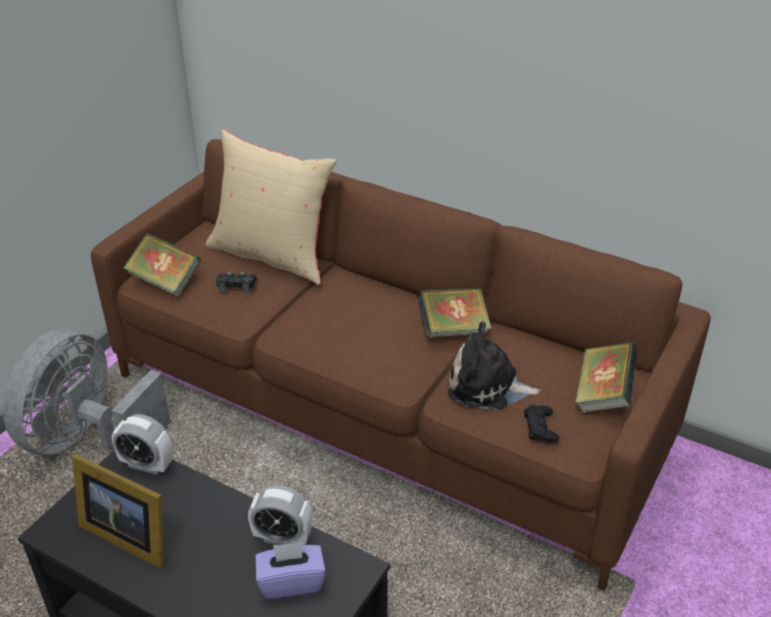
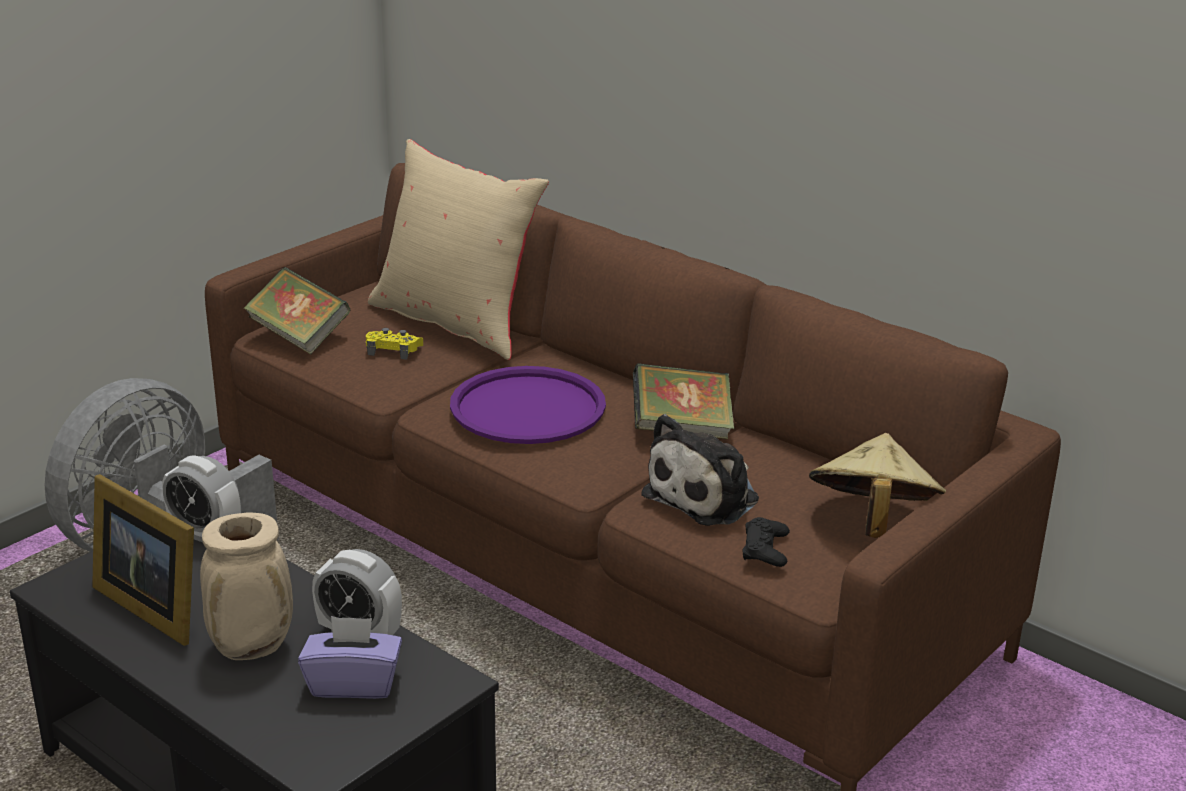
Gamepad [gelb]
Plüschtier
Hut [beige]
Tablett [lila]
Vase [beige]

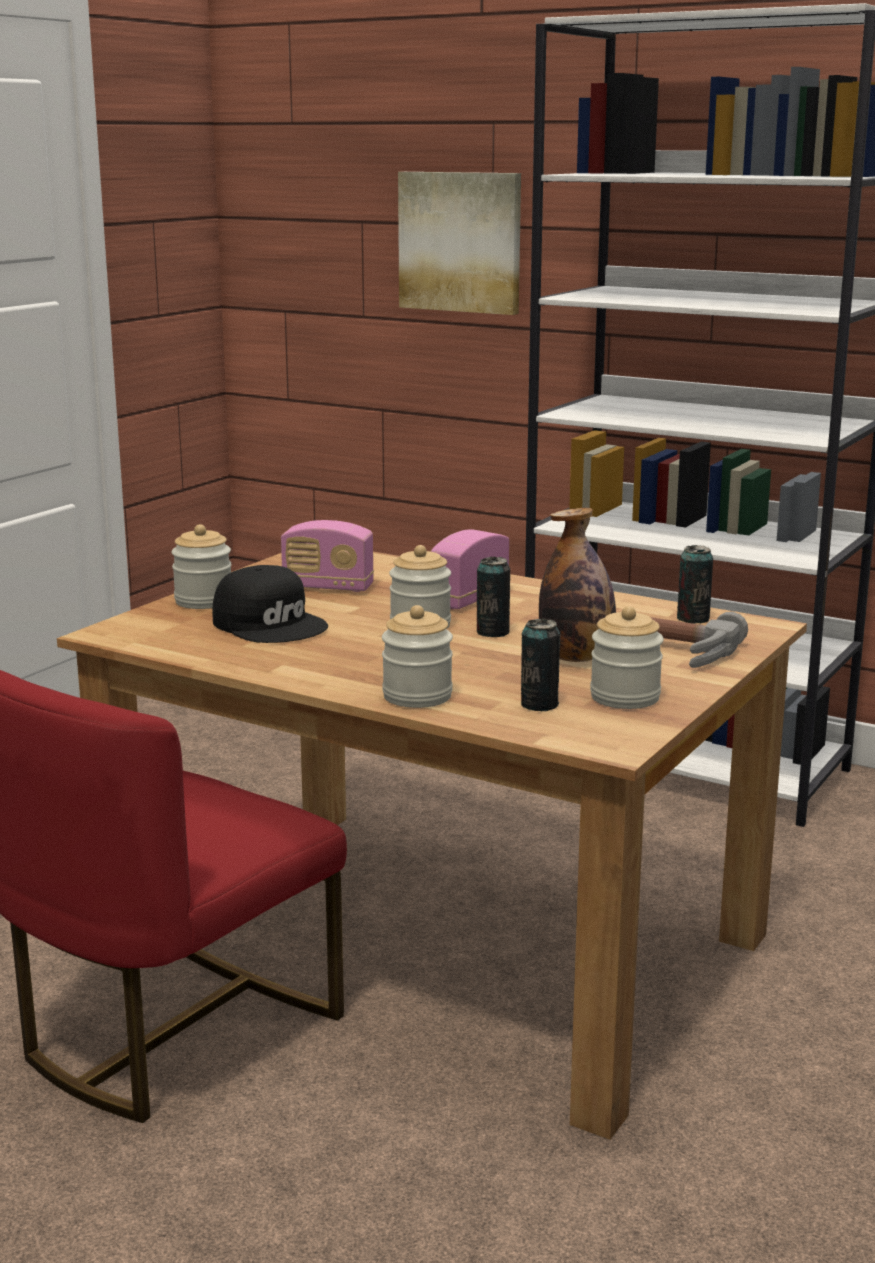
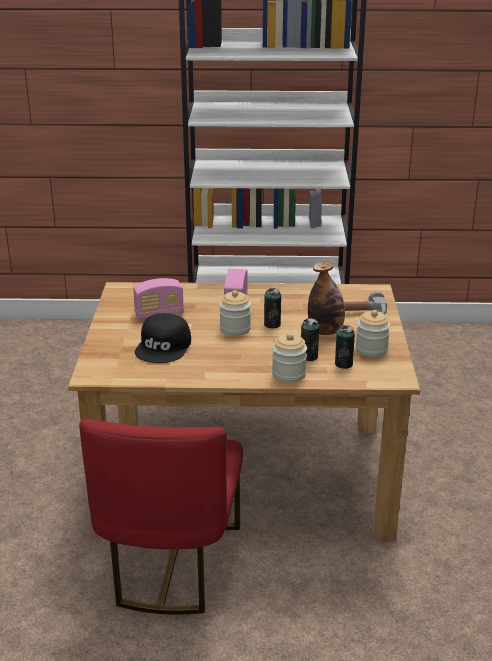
Bild
Vorratsglas (no. 1 from left in the first image)
Dose (no. 2 from left)
Kappe [schwarz]

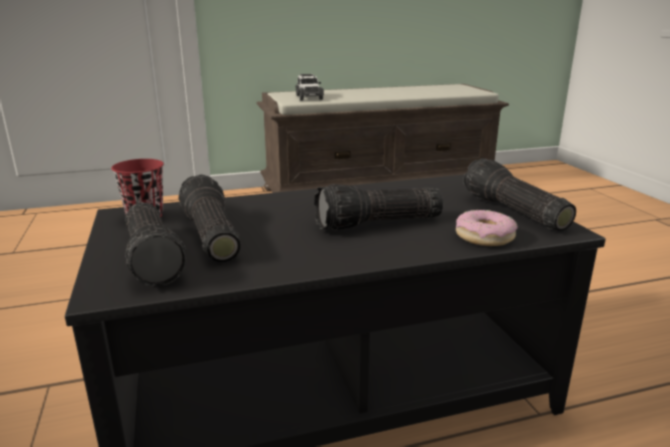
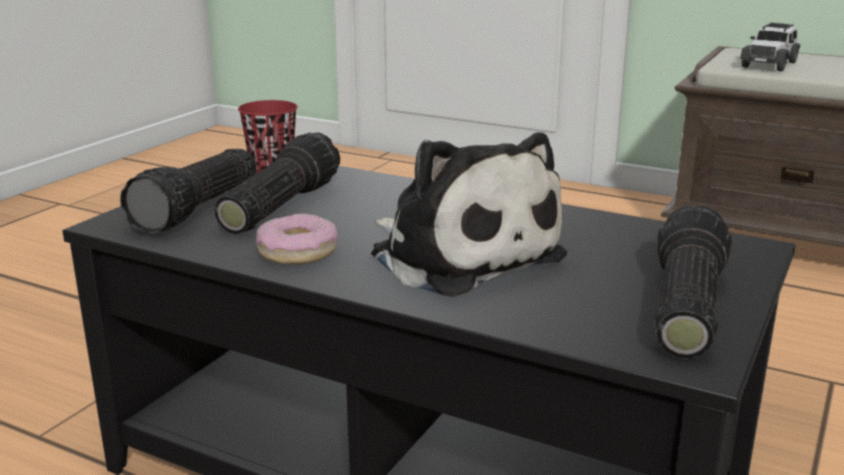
Plüschtier
Donut

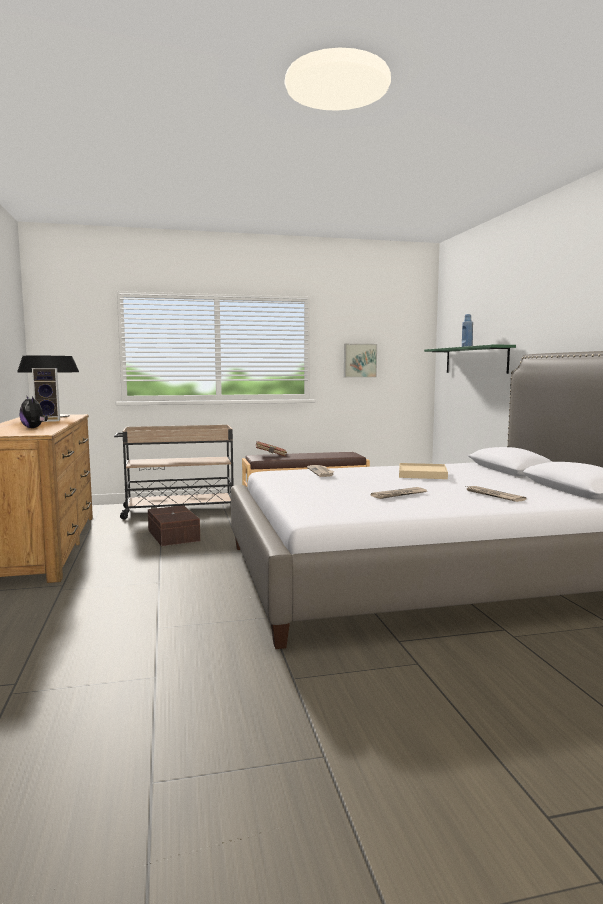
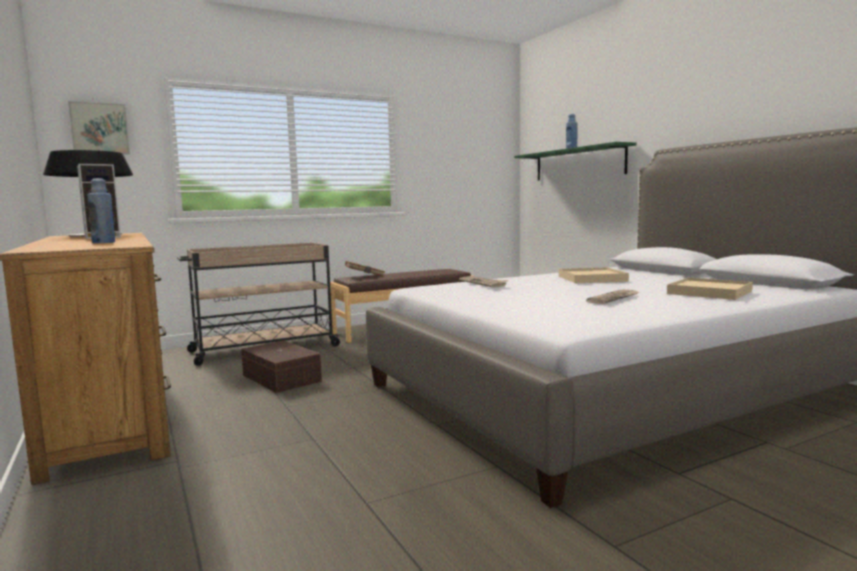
Bild
Flasche [blau] (no. 1 from left)
Tablett [beige] (no. 2 from left)

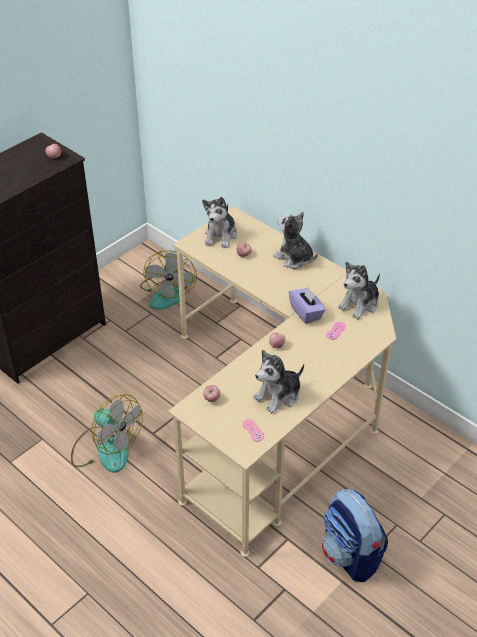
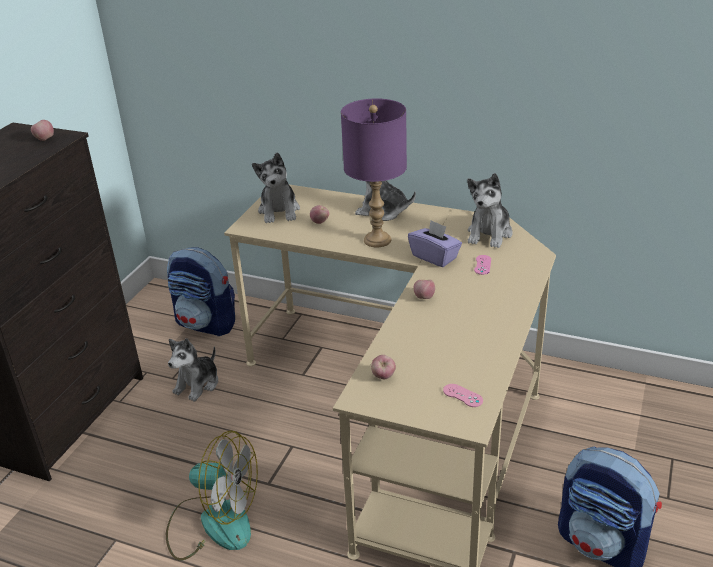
Rucksack (no. 1 from left)
Plüschtier (no. 1 from left)
Tischlampe [lila]

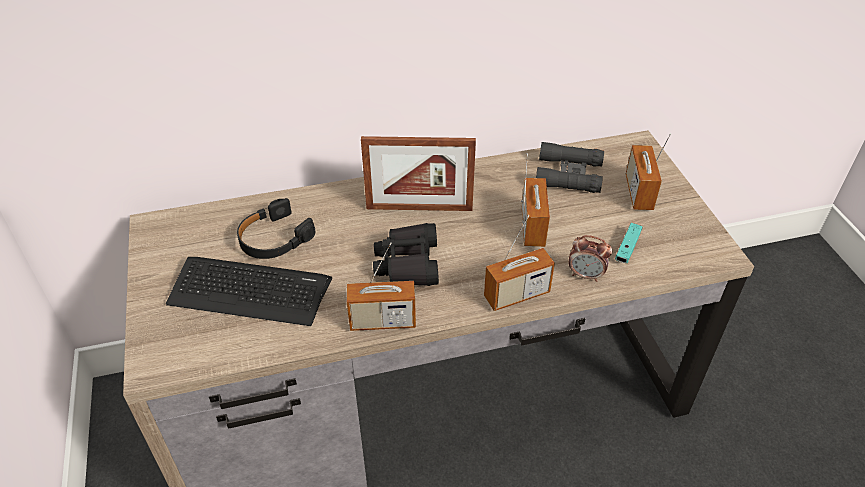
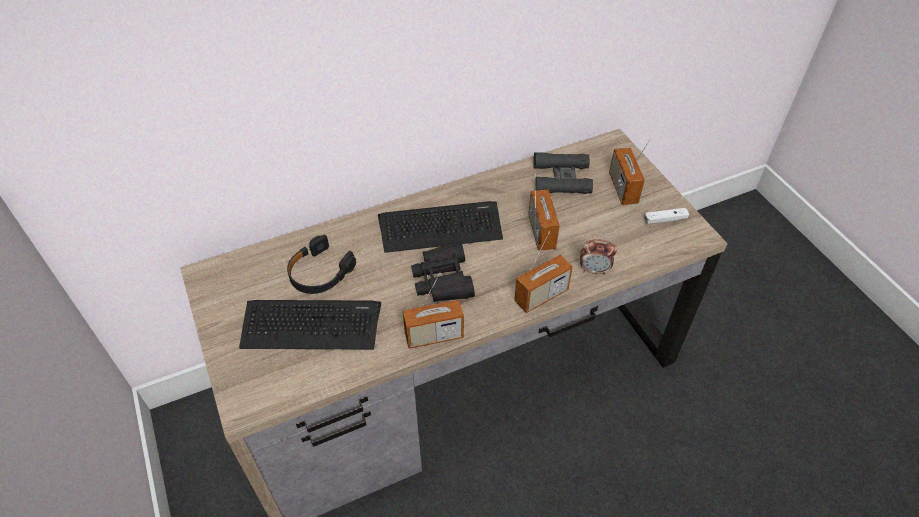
Tastatur (no. 2 from left)
Gamepad [türkis]
Gamepad [weiß]

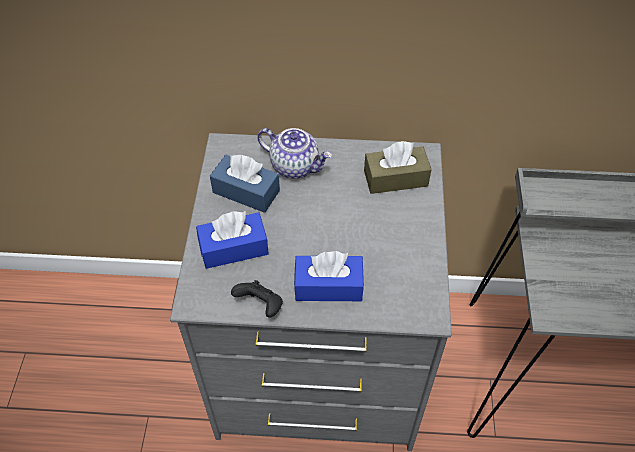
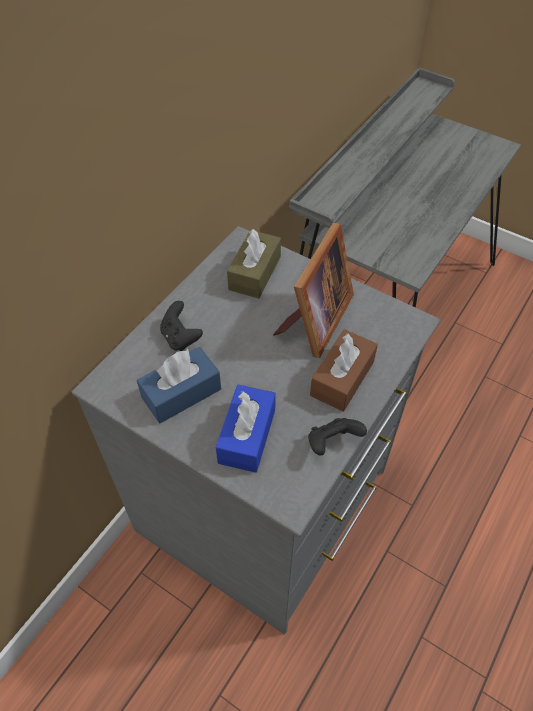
Gamepad [schwarz] (no. 1 from left)
Taschentuchbox [braun] (no. 2 from left)
Bilderrahmen

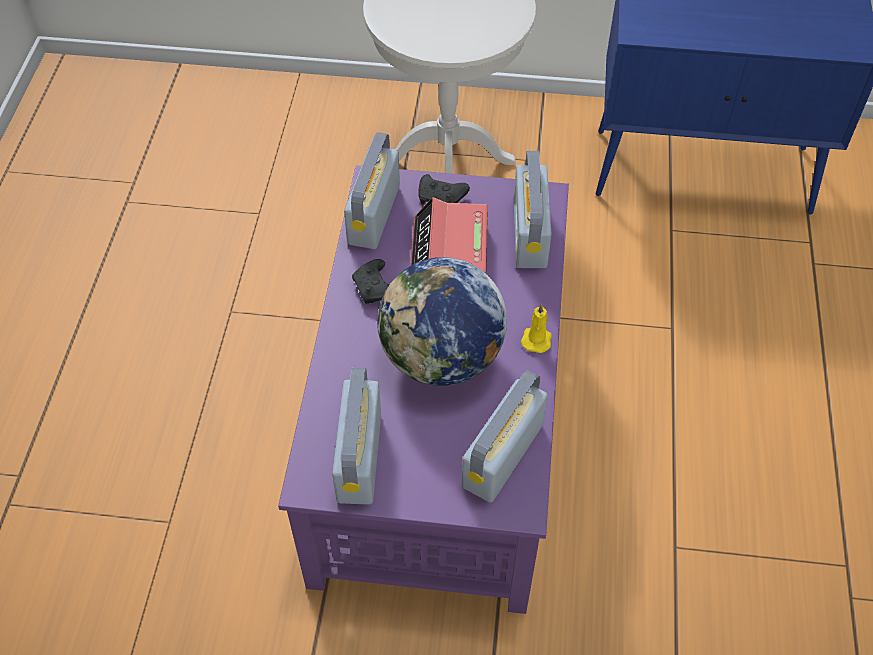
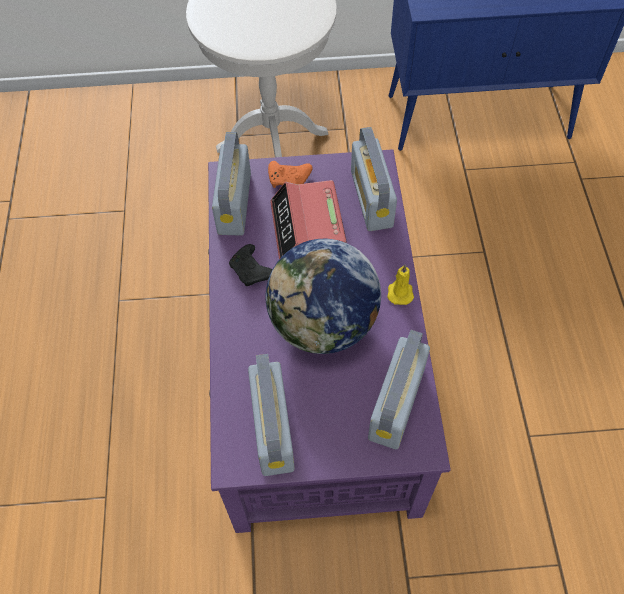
Gamepad [orange]

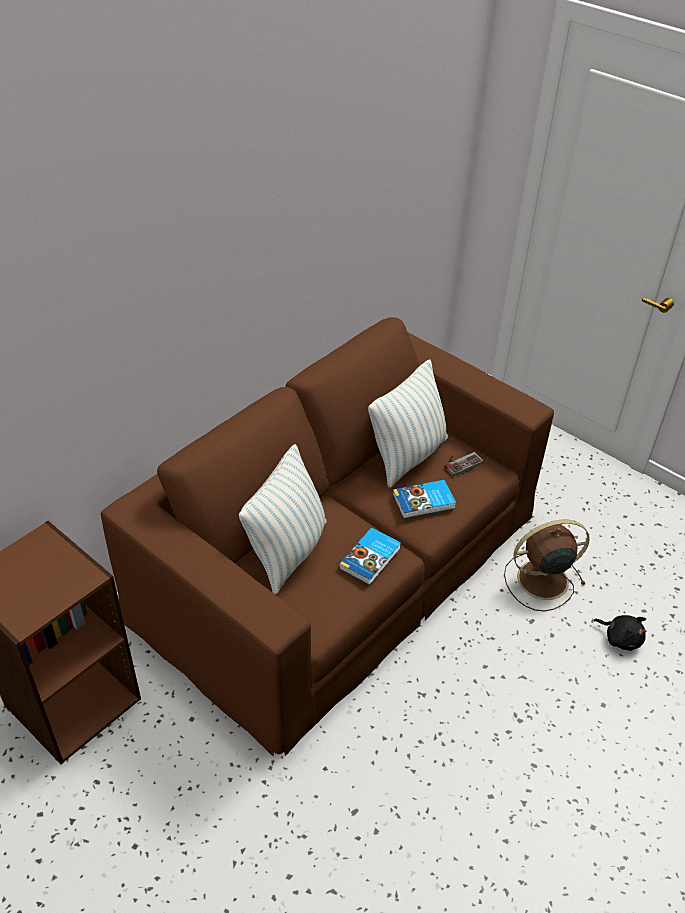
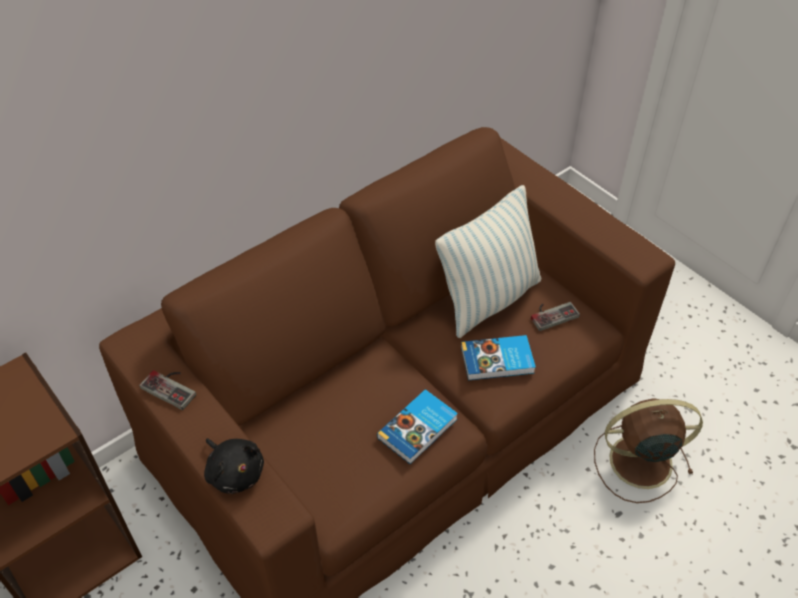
Kissen (no. 1 from left in the first image)
Plüschtier [schwarz]
Gamepad (no. 1 from left)

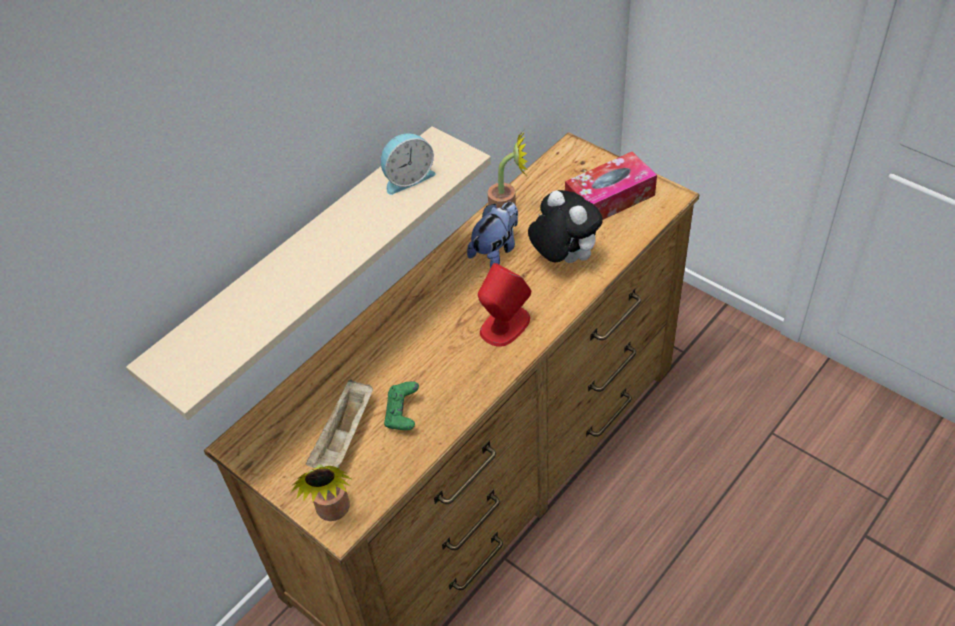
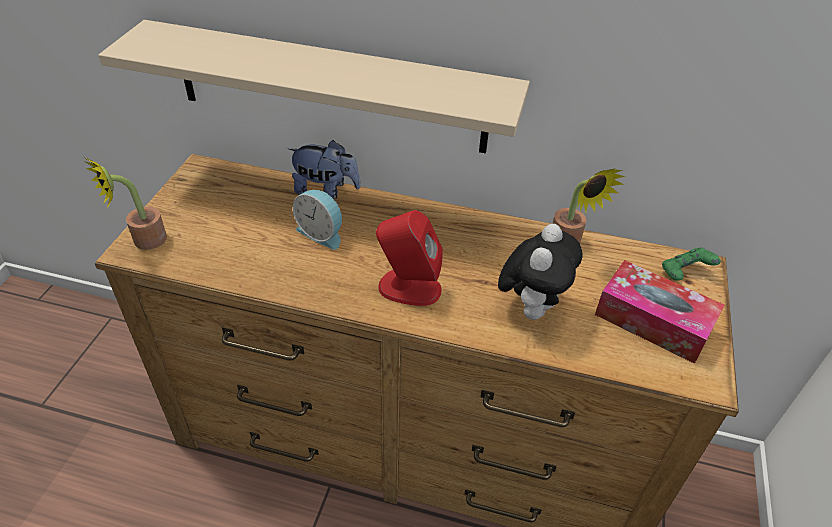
Wecker
Plüschtier (no. 1 from left)
Tablett [beige]
Gamepad [grün]

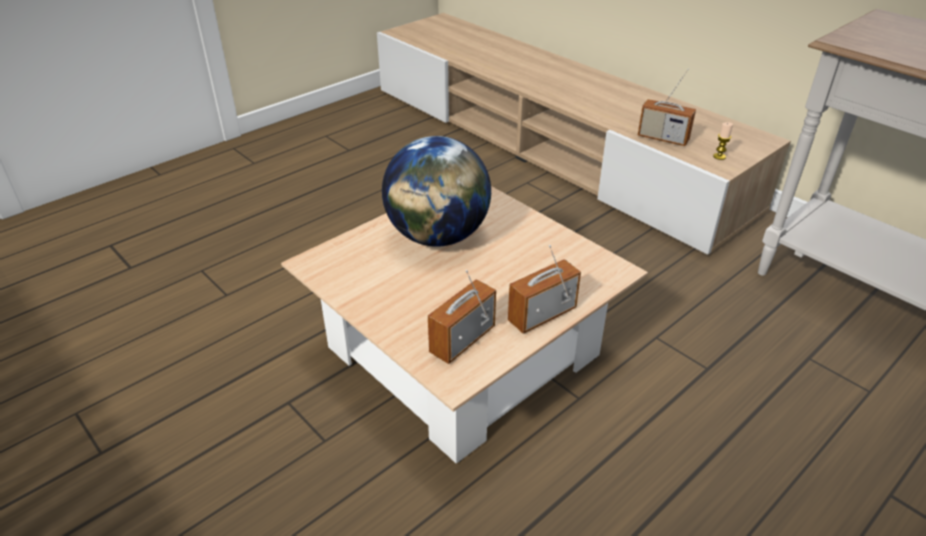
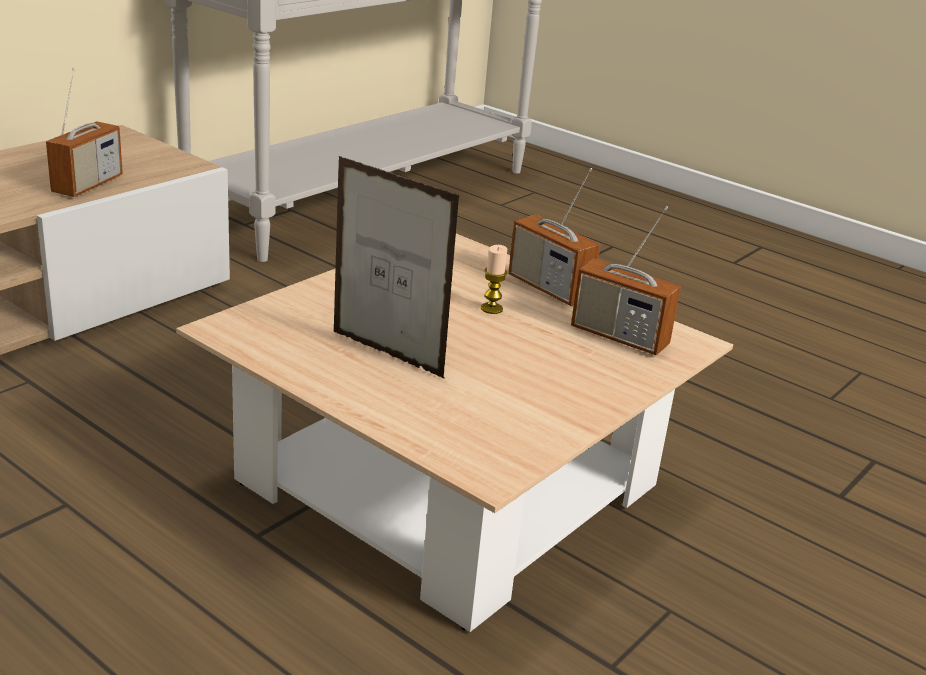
Kerze
Bilderrahmen

